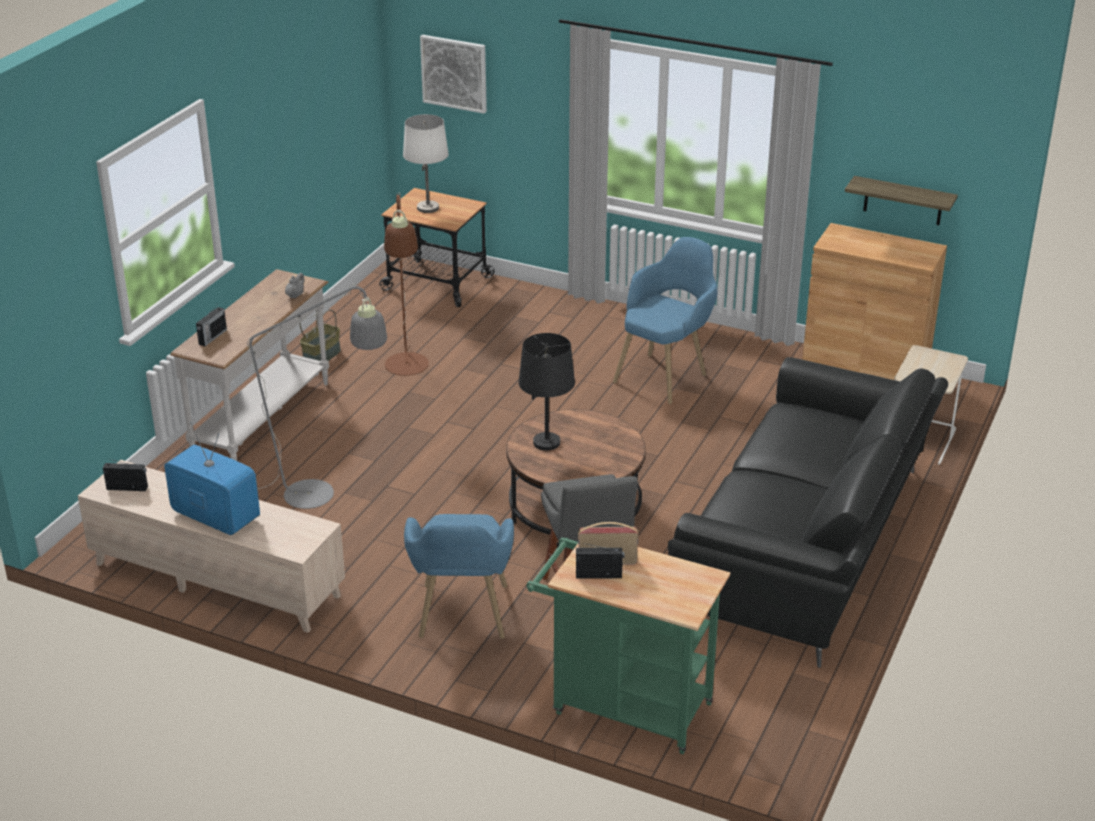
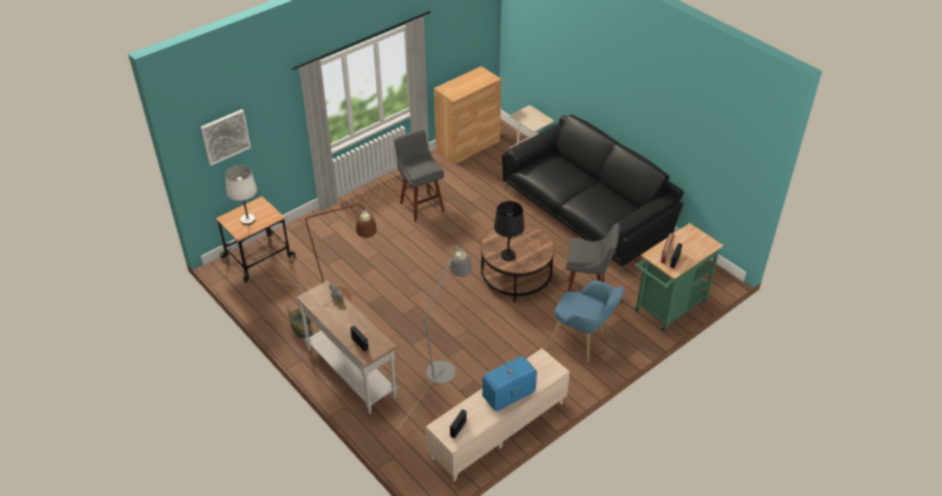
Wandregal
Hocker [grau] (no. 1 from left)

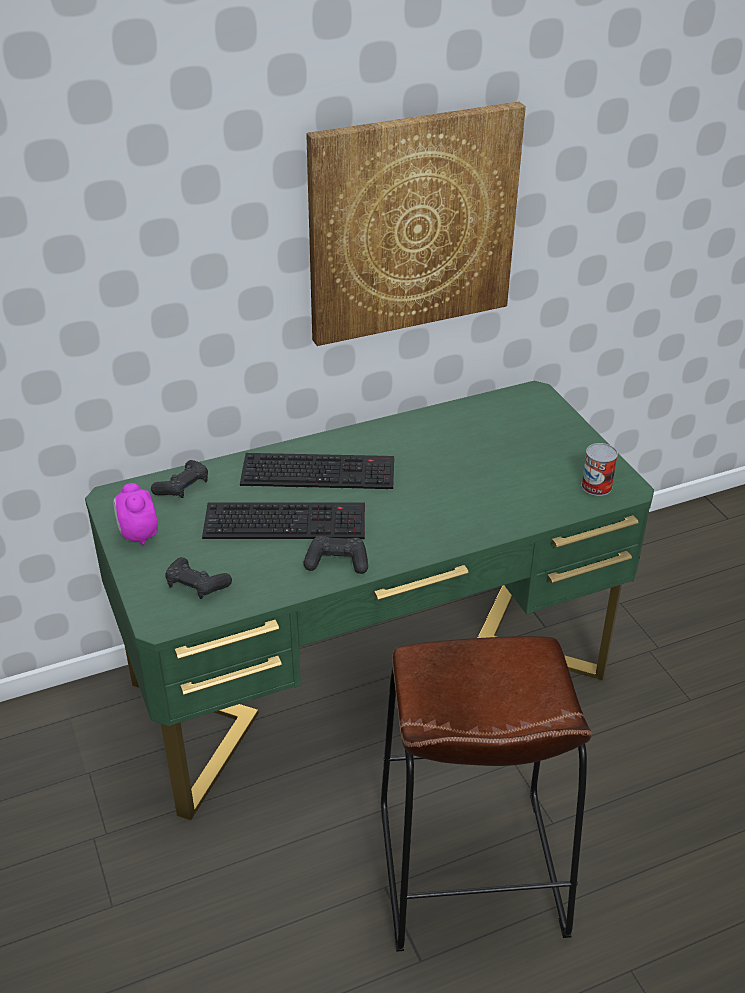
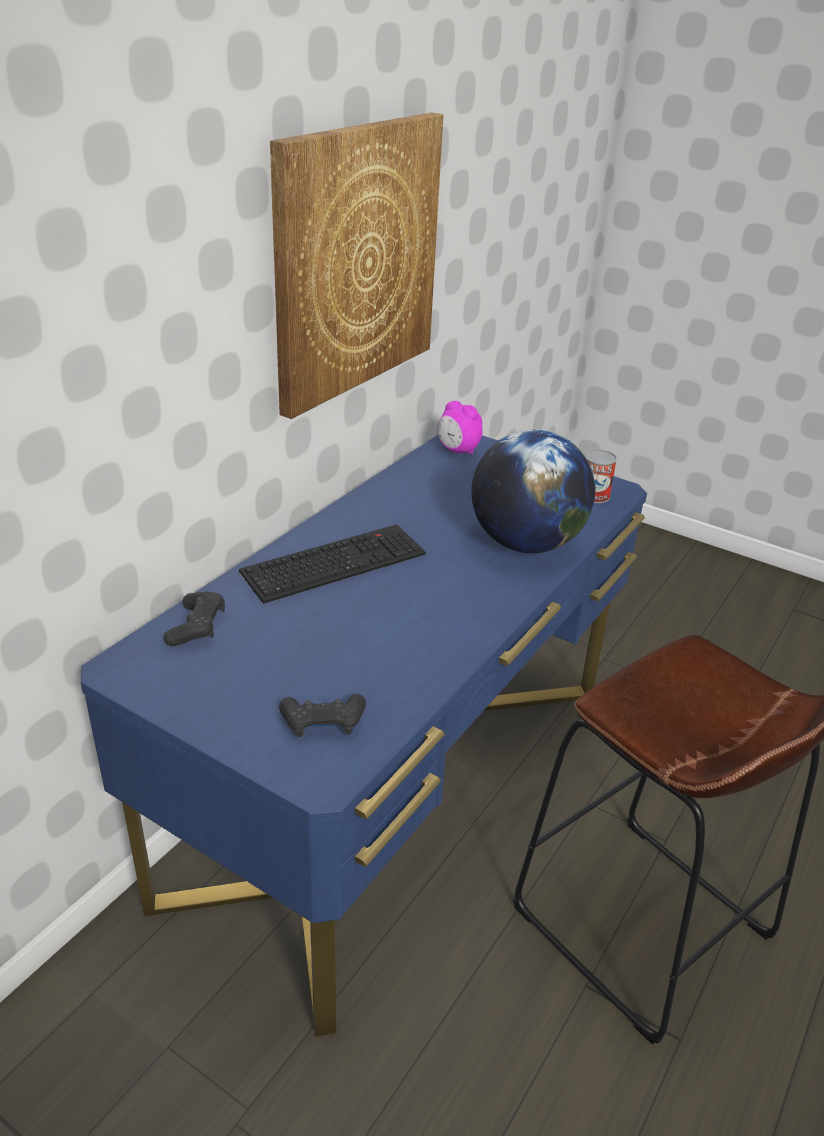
Schreibtisch [blau]
Wecker
Tastatur (no. 1 from left in the first image)
Gamepad [schwarz] (no. 3 from left in the first image)
Globus

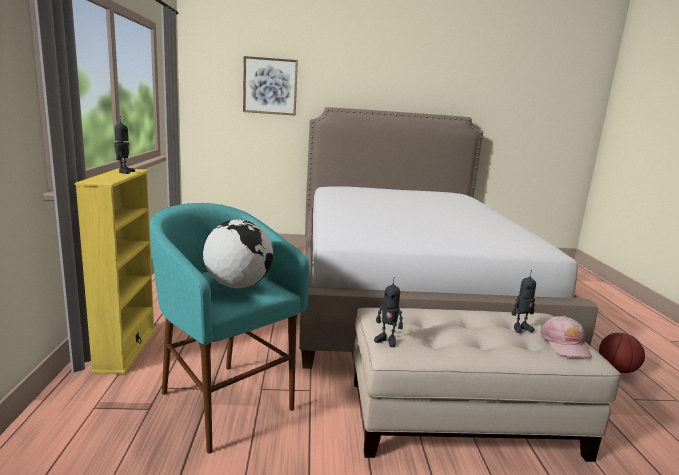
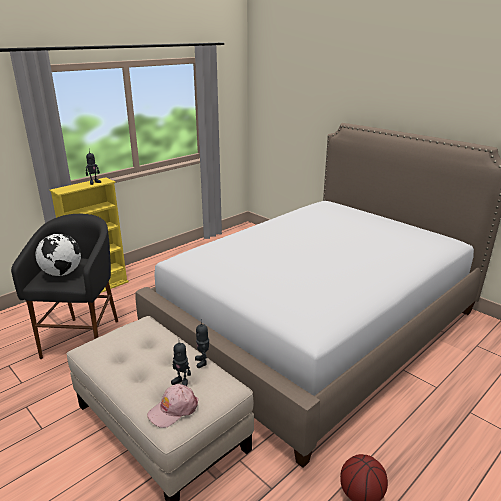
Bild
Hocker [schwarz]
Spielzeugroboter (no. 3 from left)

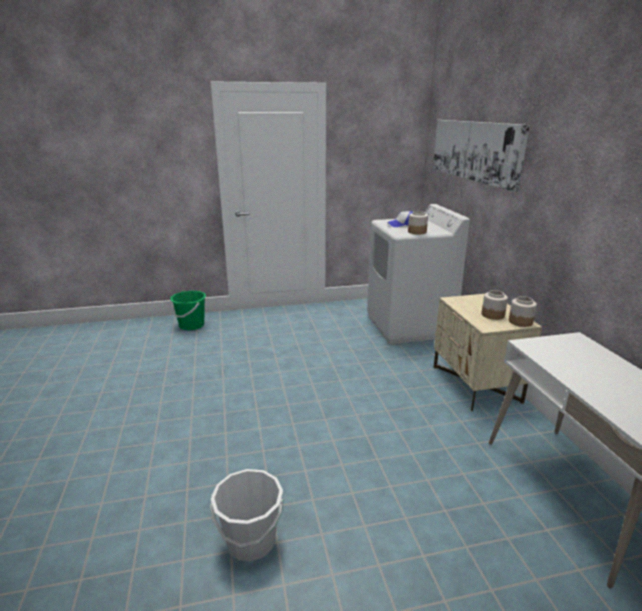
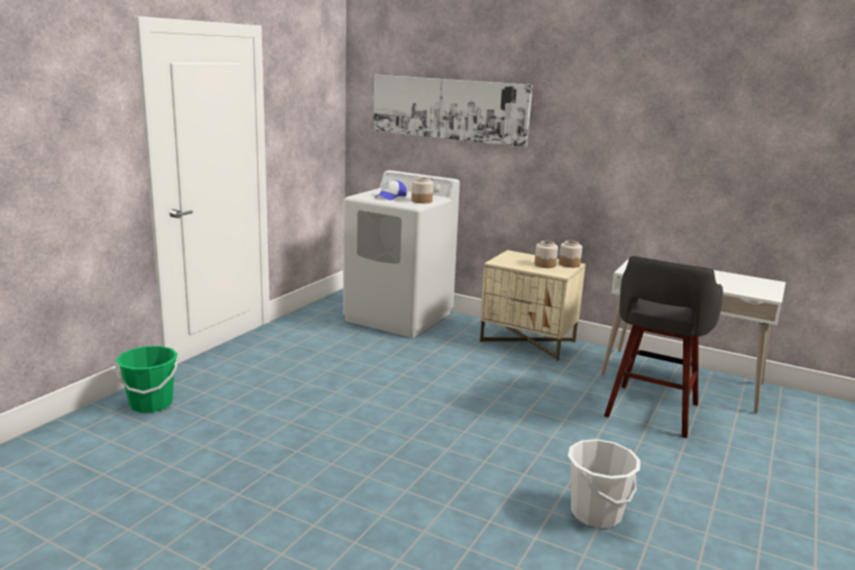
Hocker [grau]

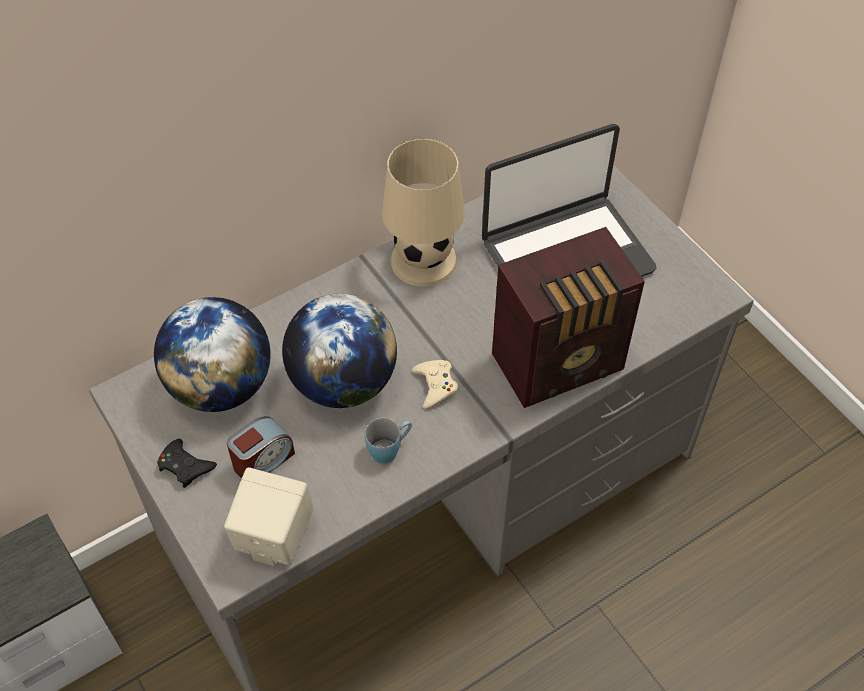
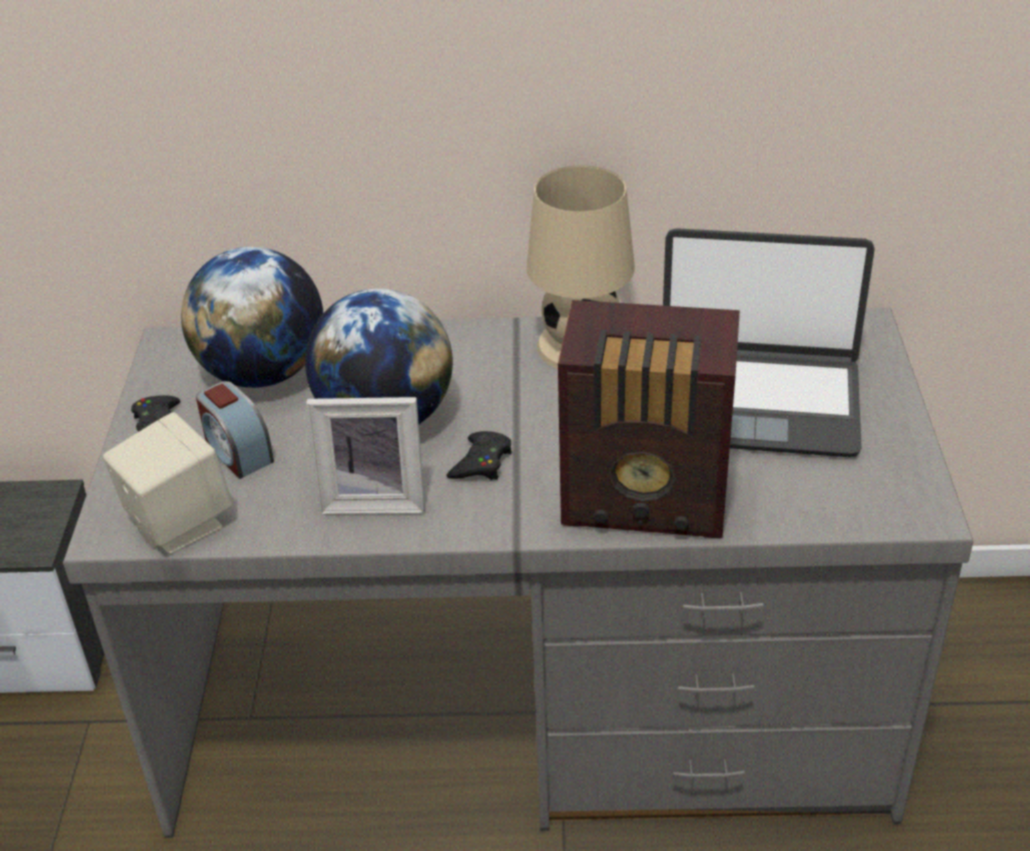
Gamepad [schwarz] (no. 2 from left)
Wecker
Bilderrahmen

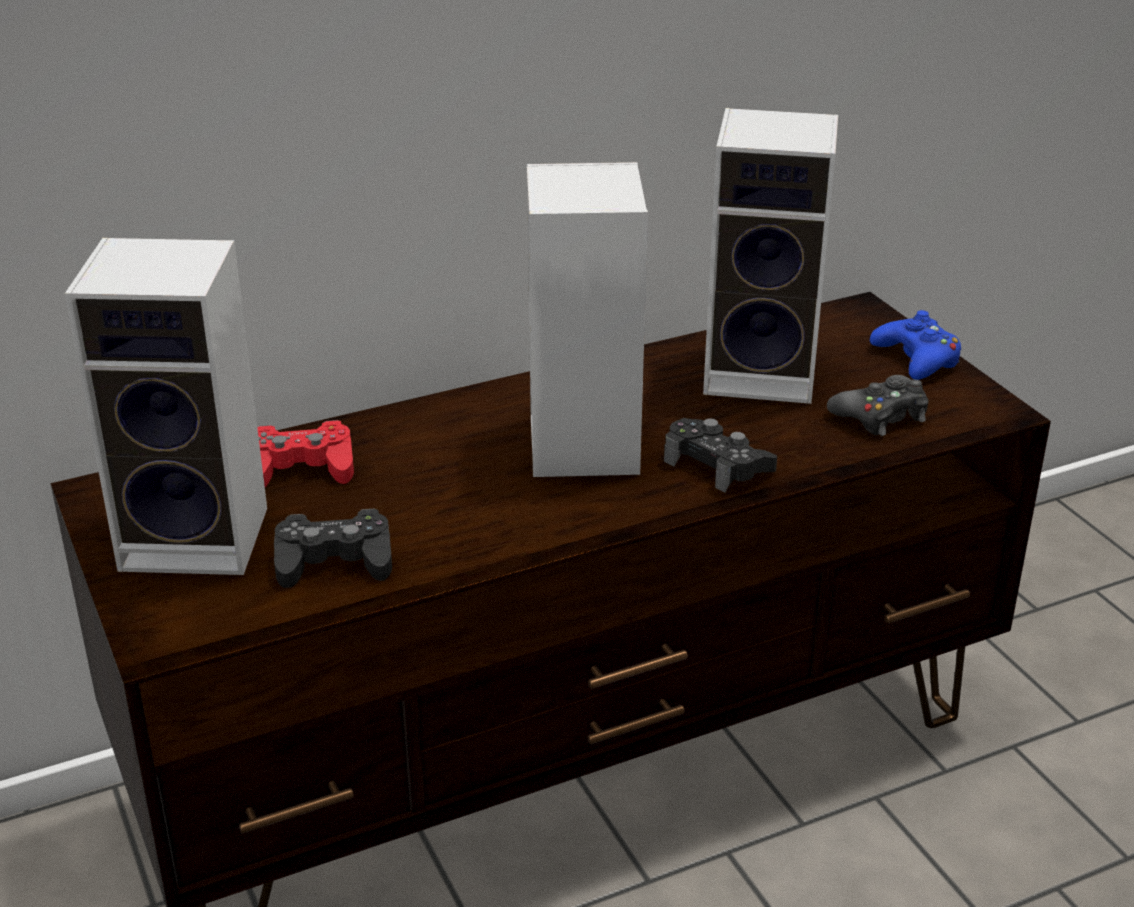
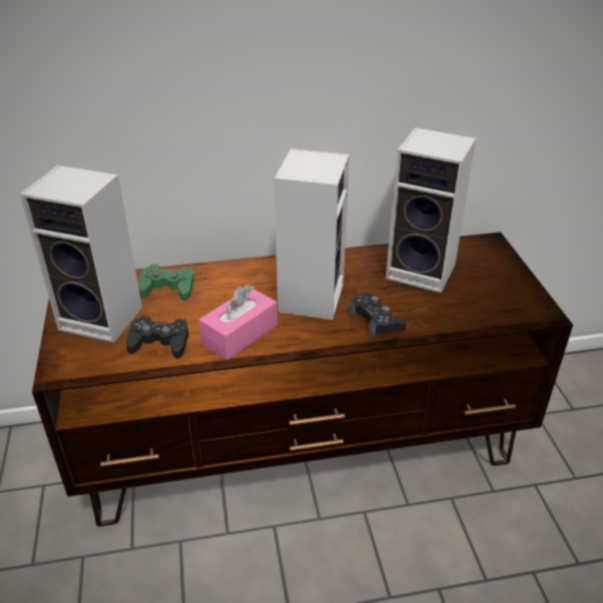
Gamepad [blau]
Gamepad [schwarz] (no. 3 from left in the first image)
Gamepad [grün]
Taschentuchbox [rosa]

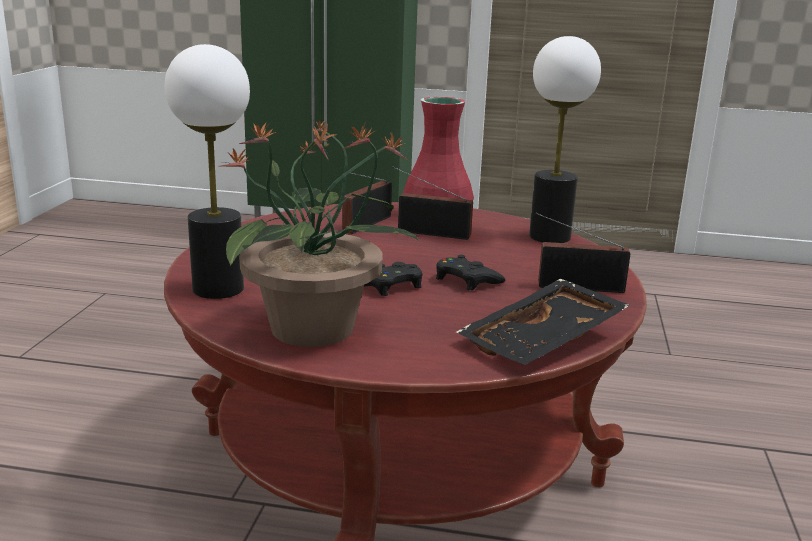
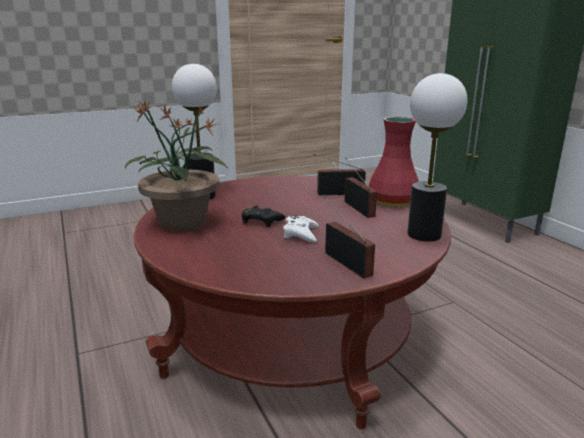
Gamepad [weiß]
Tablett [schwarz]

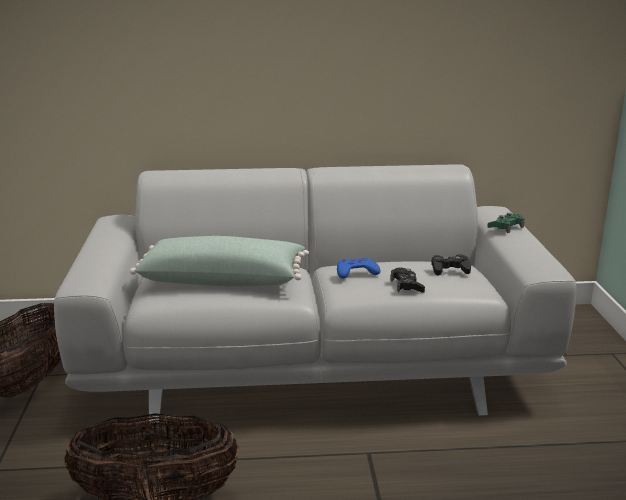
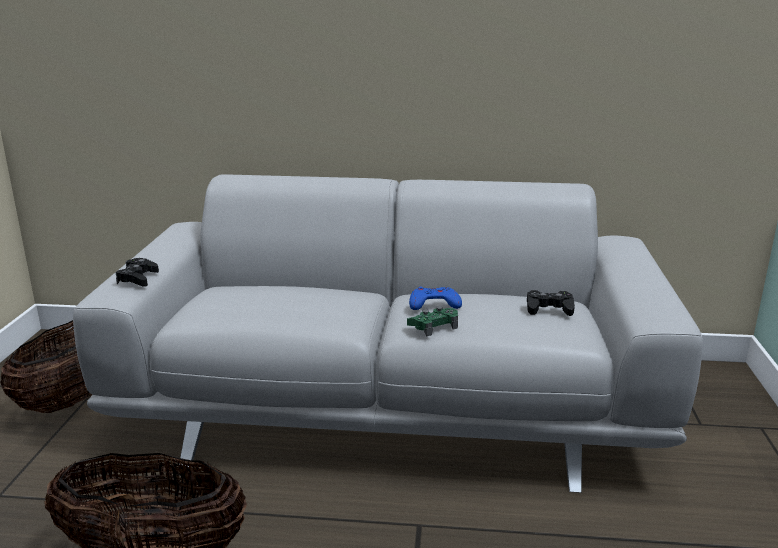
Gamepad [grün]
Kissen [grün]
Gamepad [schwarz] (no. 1 from left)

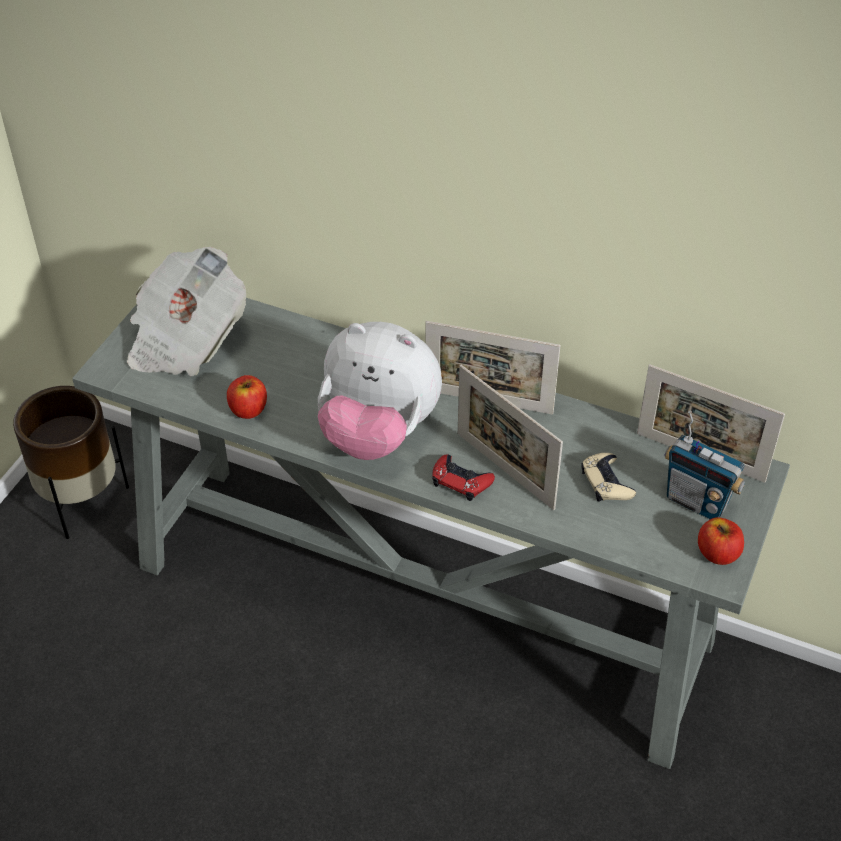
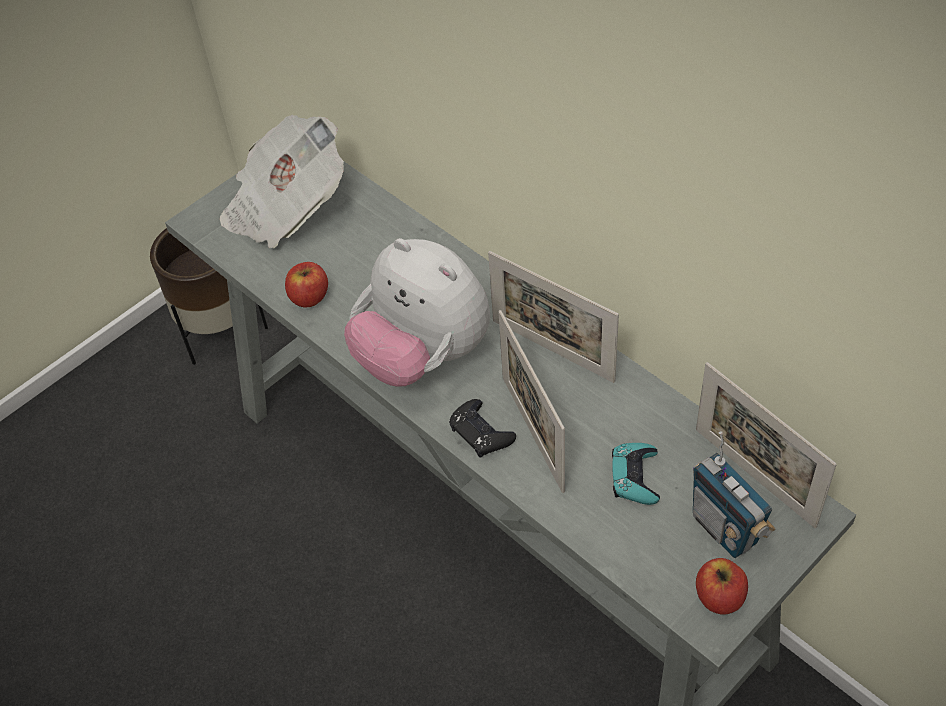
Gamepad [türkis]
Gamepad [schwarz]

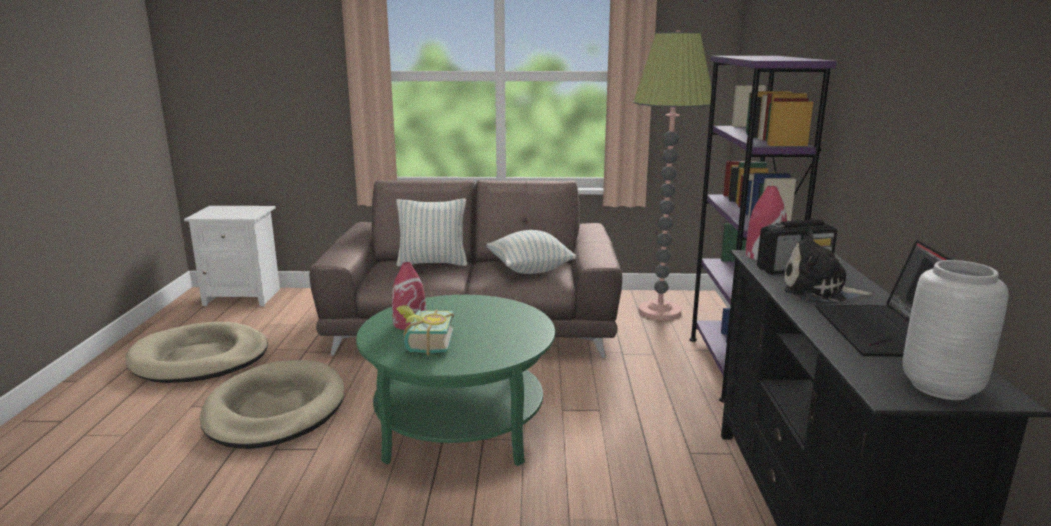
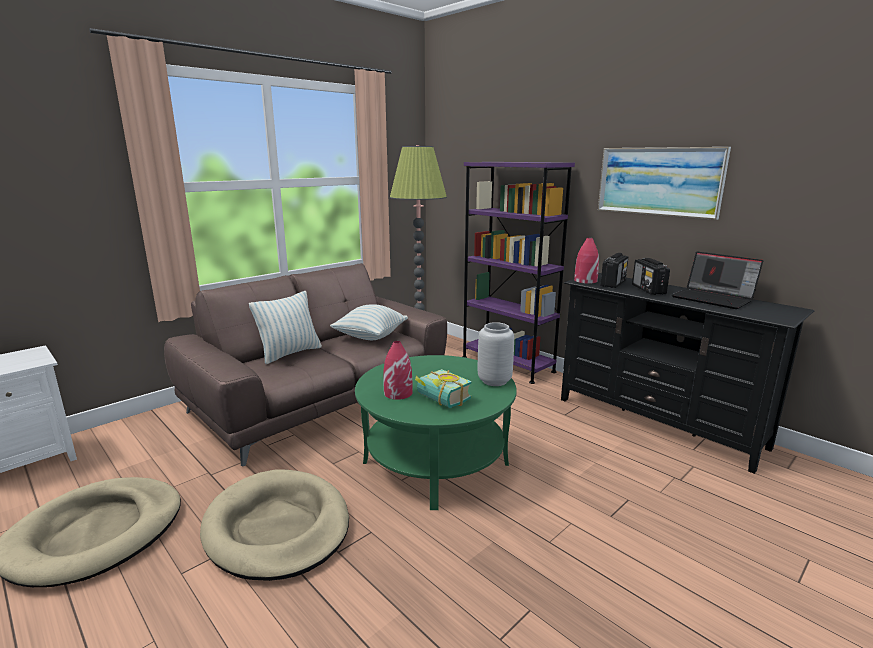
Radio (no. 2 from left)
Vase [grau]
Bild

